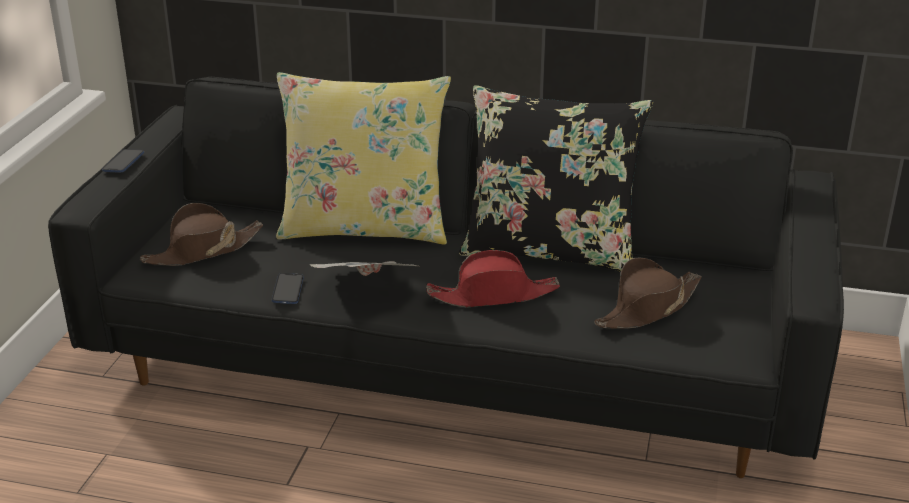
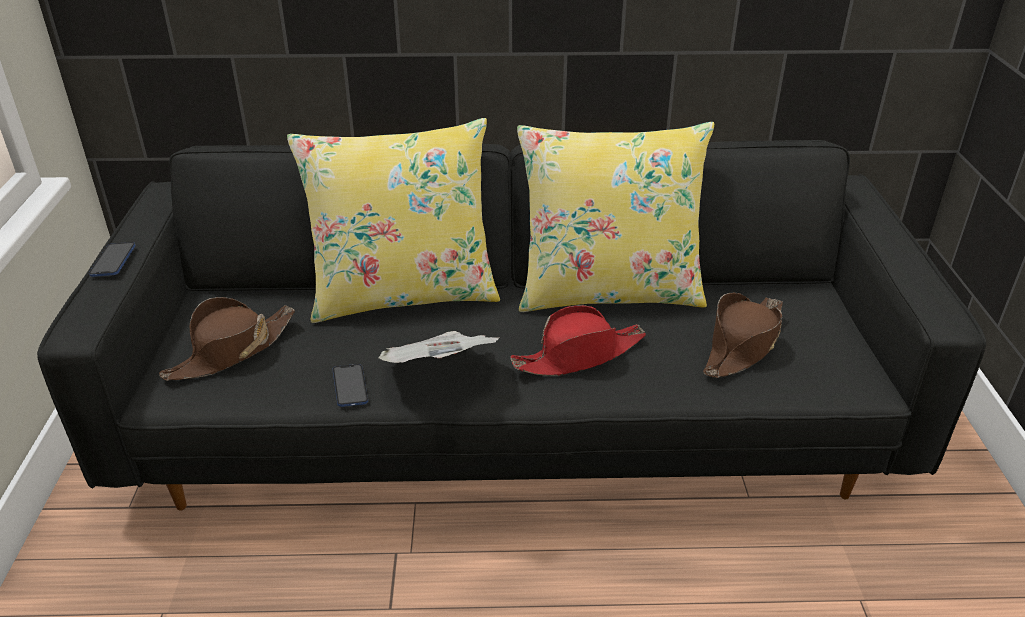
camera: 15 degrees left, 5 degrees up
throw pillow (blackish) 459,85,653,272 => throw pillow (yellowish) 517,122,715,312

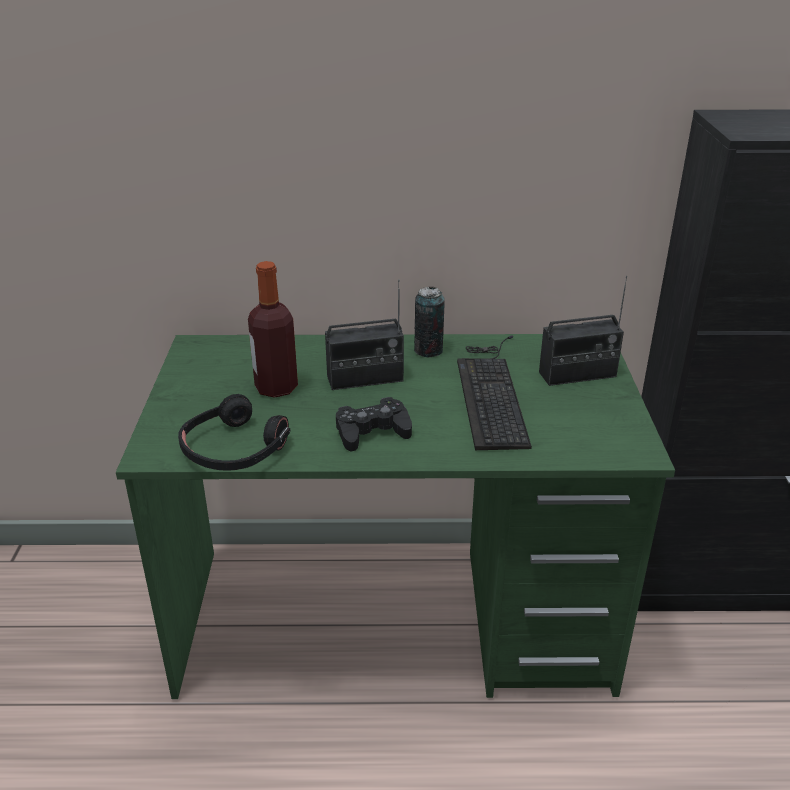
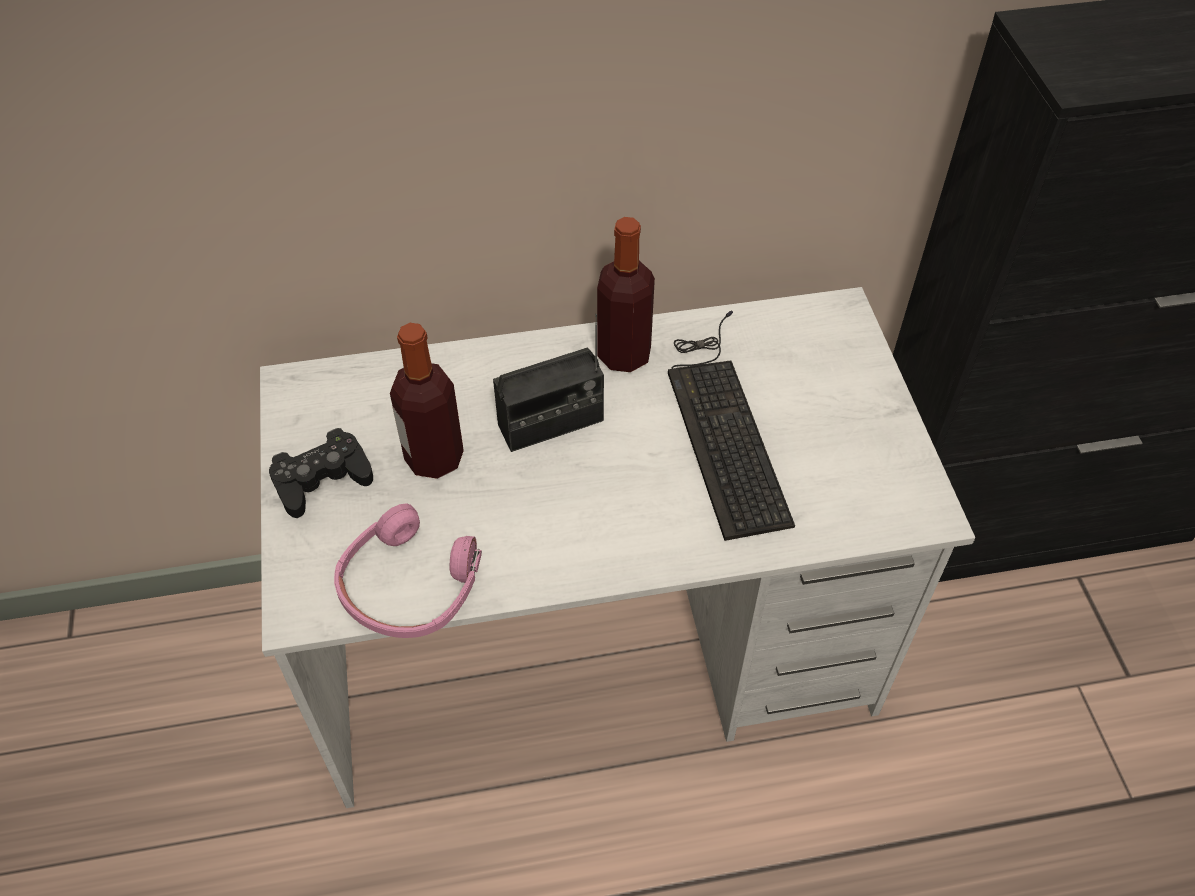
camera: 10 degrees left, 20 degrees up
desk table (green-coloured) 116,334,675,699 => desk table (whitish) 260,287,975,808
headphones (blackish) 178,394,290,471 => headphones (pinkish) 334,503,482,638
game controller (blackish) 336,397,412,452 => game controller (blackish) 269,428,373,518, shifted
metal can 414,287,445,357 => beverage bottle 597,217,655,372
radio 539,276,627,386 => nothing

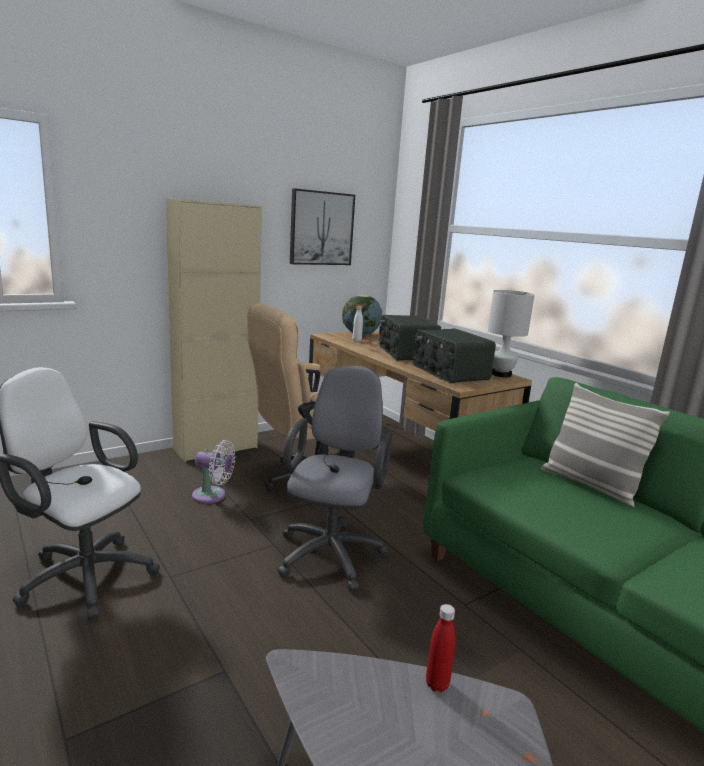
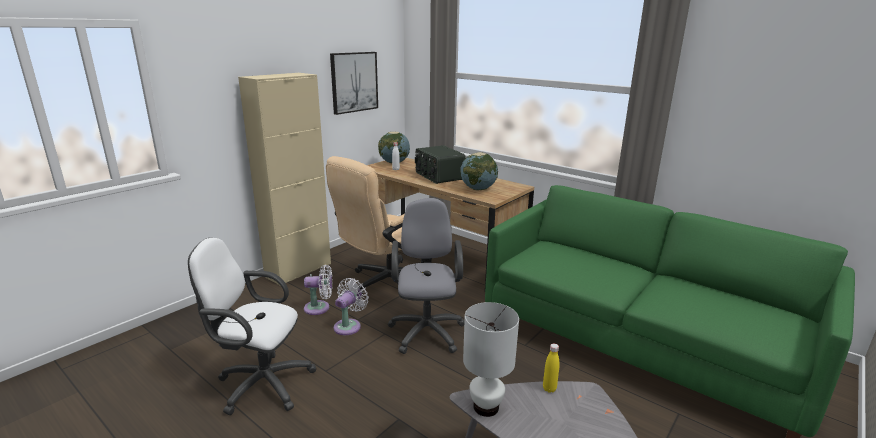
camera: 15 degrees left, 5 degrees up
radio 413,329,496,383 => desk globe 460,152,498,190
beverage bottle (reddish) 426,604,455,692 => beverage bottle (yellowish) 543,344,560,393
tabletop lamp (whitish) 488,290,535,377 => tabletop lamp (whitish) 463,302,519,417, shifted
throw pillow 541,383,670,508 => nothing
nothing => electric fan (whitish) 334,278,369,335

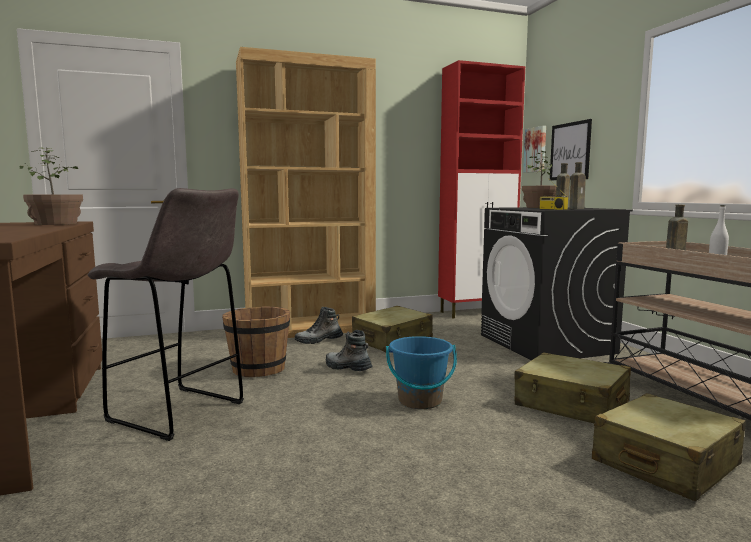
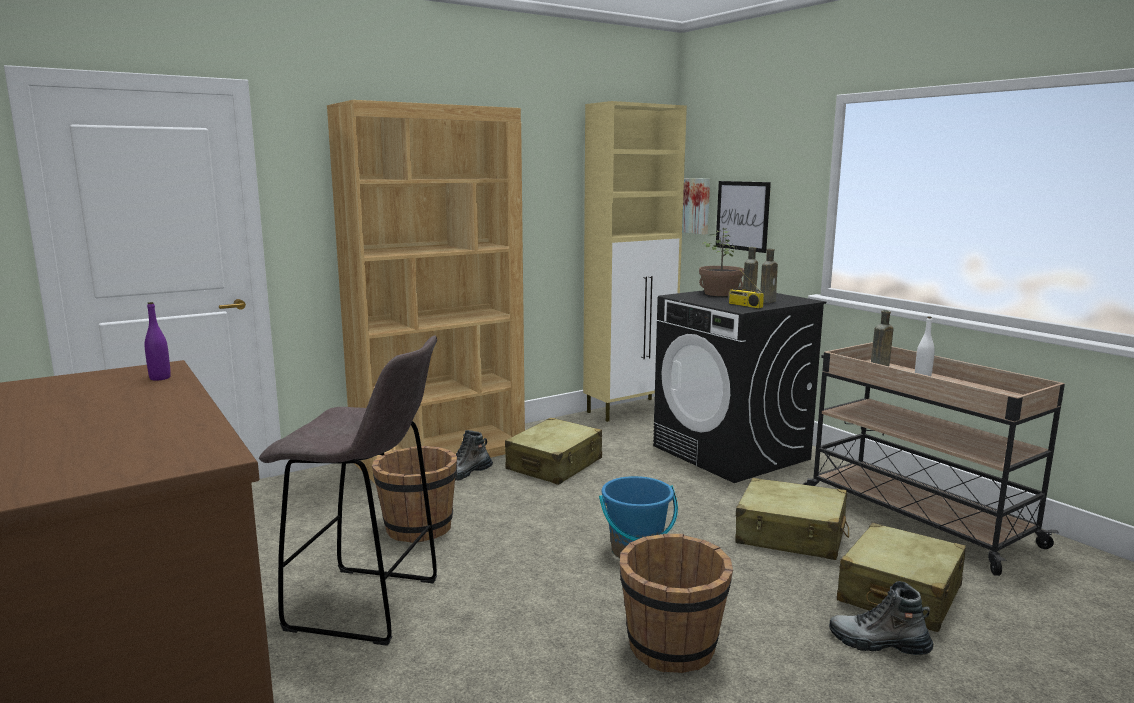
camera: 15 degrees left, 5 degrees up
potted plant 20,148,83,225 => beverage bottle (purple) 145,302,171,381
tall boot 326,330,372,371 => tall boot 829,581,933,655, shifted
cabinet (reddish) 438,60,525,318 => cabinet (sand-coloured) 583,101,687,422
nothing => pail (brownish) 620,534,733,673

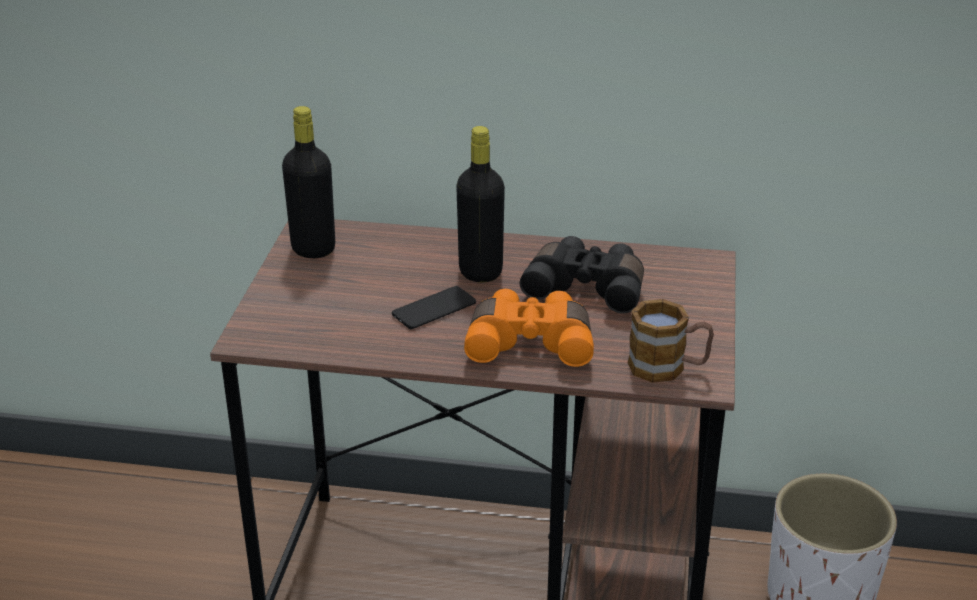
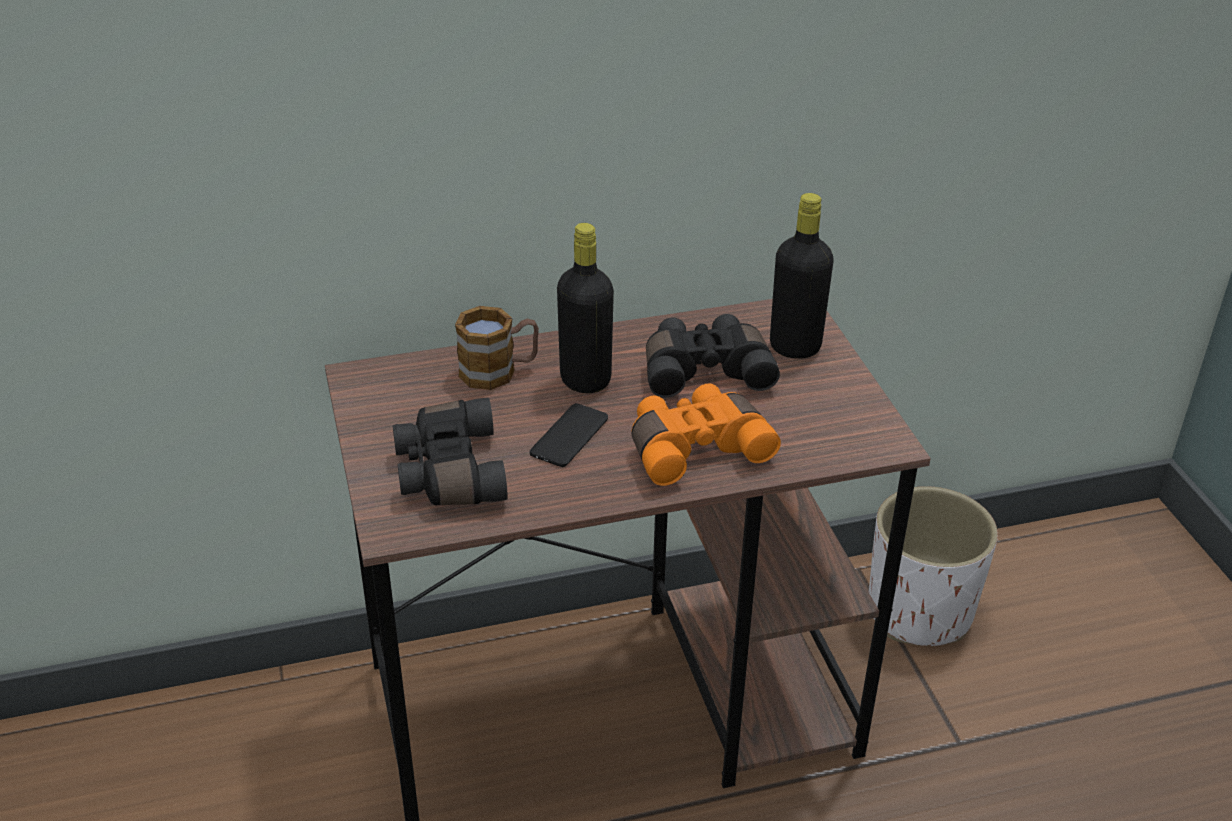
camera: 25 degrees left, 5 degrees up
beverage bottle (blackish) 282,106,335,258 => beverage bottle (blackish) 770,193,834,359, shifted
tea mug 628,299,714,383 => tea mug 455,306,539,390, shifted
nothing => pair of binoculars (blackish) 393,398,508,505

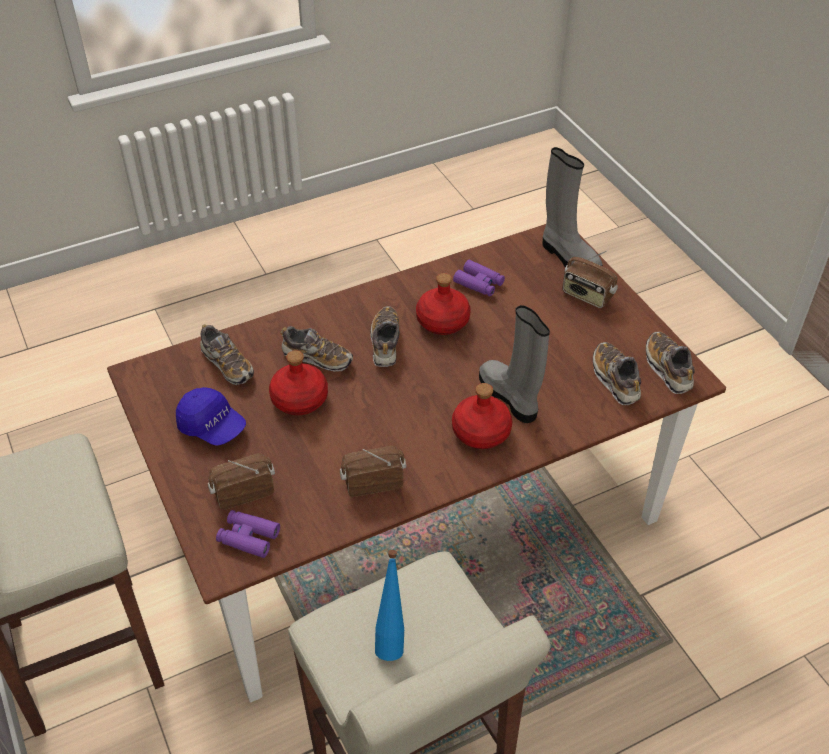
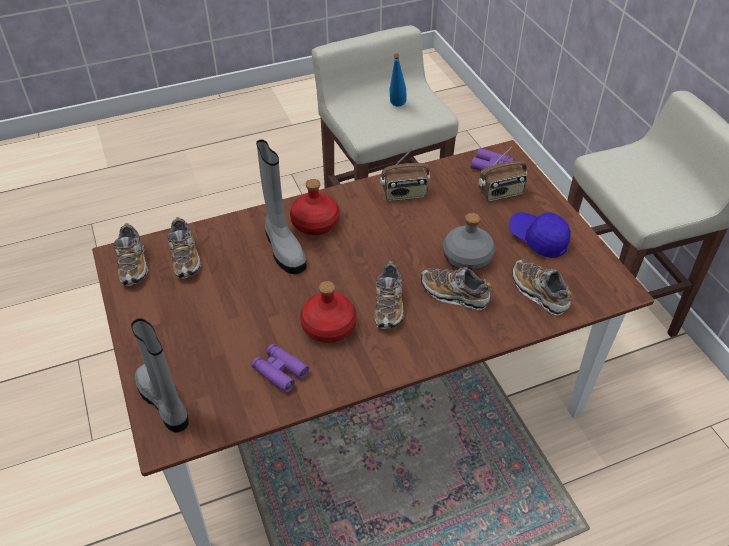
camera: 175 degrees left, 0 degrees up
beverage bottle (reddish) 269,350,328,415 => beverage bottle (greyish) 443,213,495,271
radio 563,250,618,308 => nothing

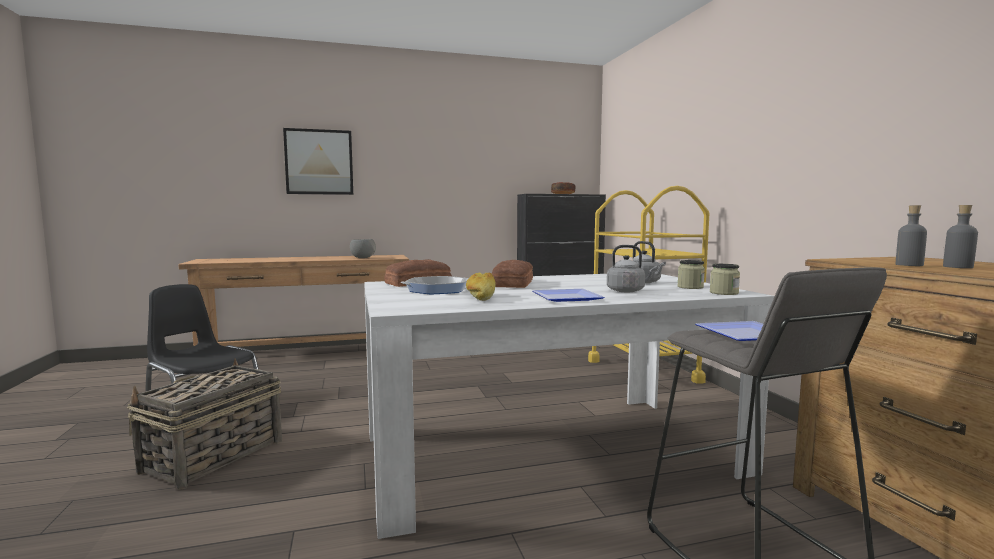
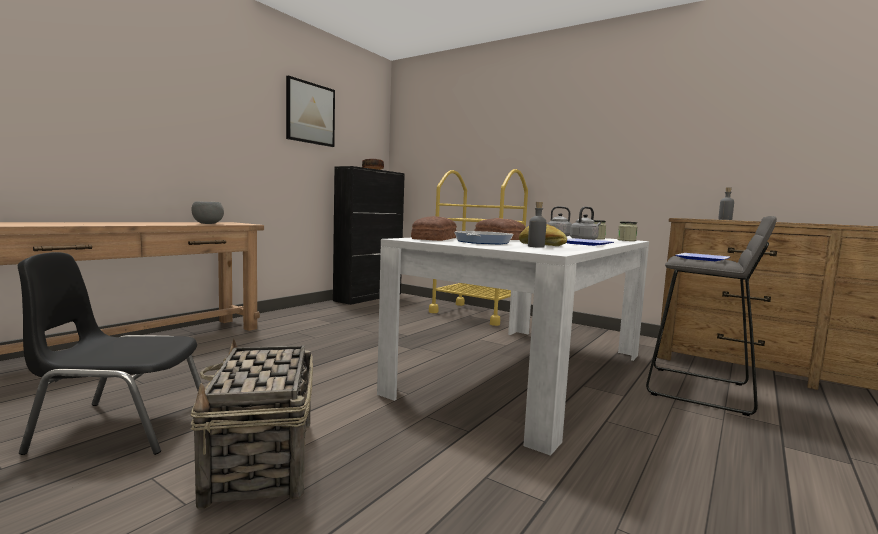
camera: 40 degrees left, 0 degrees up
picture 283,128,353,195 => picture 286,75,335,147, shifted
beverage bottle (greyish) 943,205,978,268 => beverage bottle (greyish) 528,202,547,248, shifted

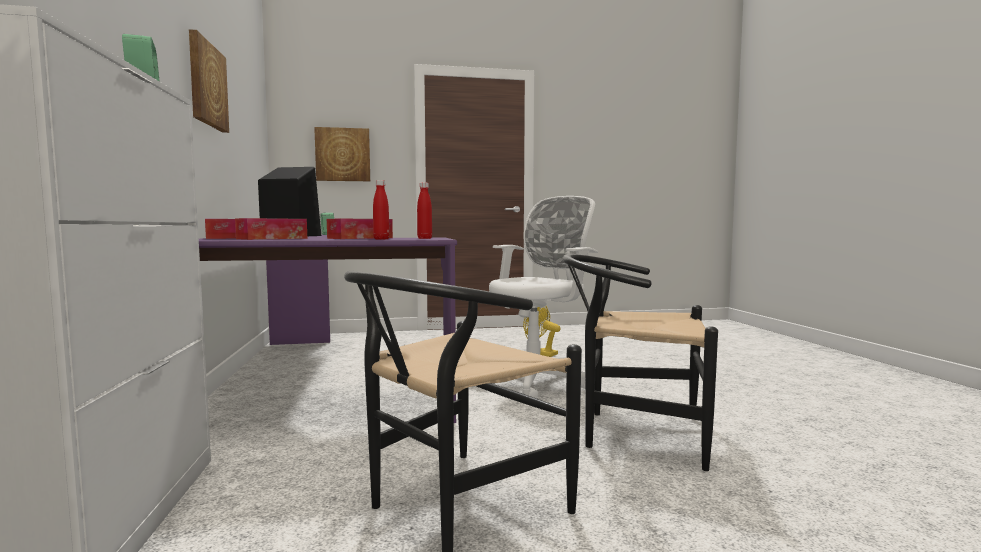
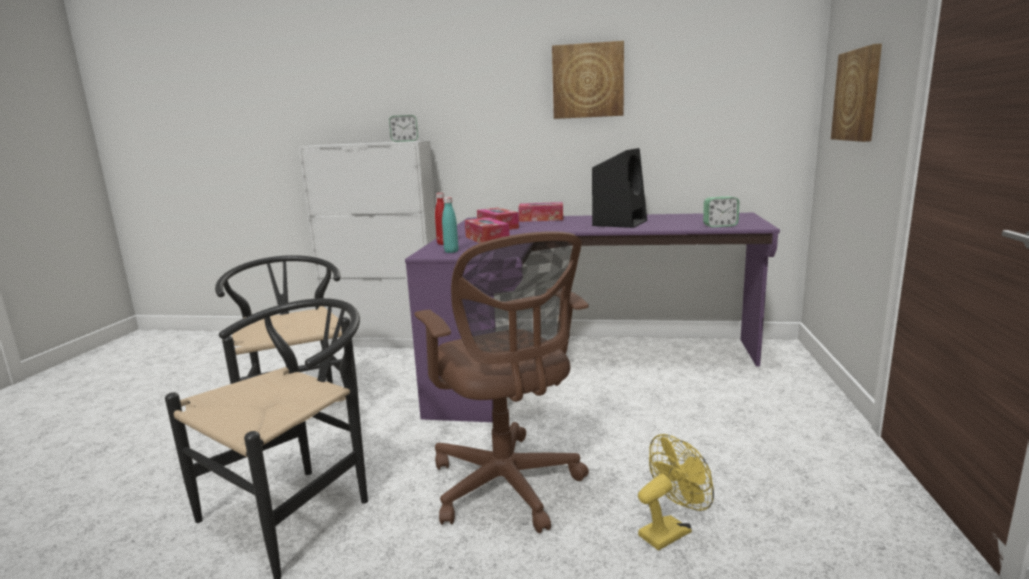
camera: 110 degrees right, 10 degrees up
beverage bottle (reddish) 417,182,432,239 => beverage bottle (turquoise) 442,197,458,253
office chair (whitish) 472,196,598,398 => office chair (brownish) 414,231,589,533

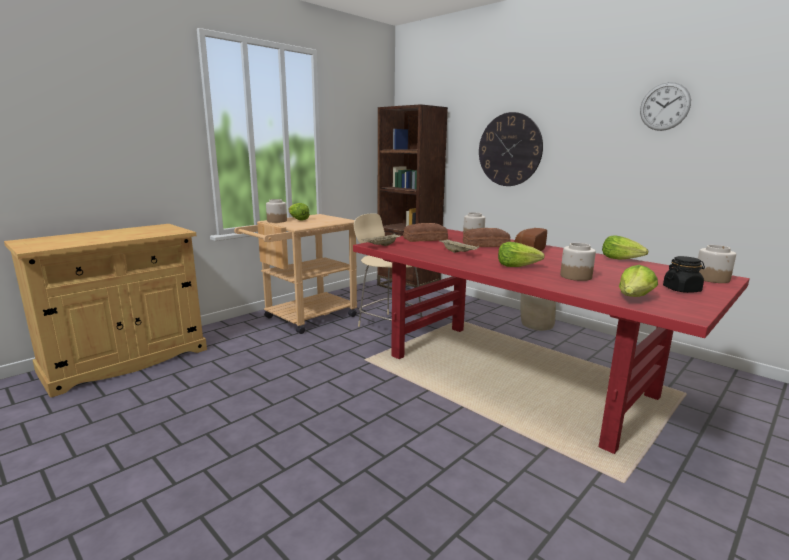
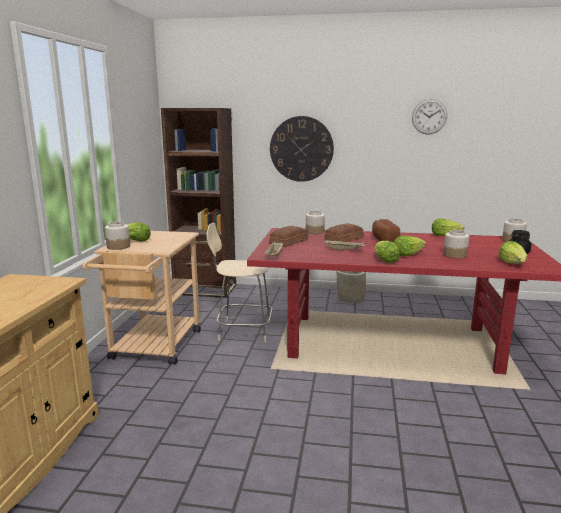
camera: 35 degrees left, 0 degrees up
nothing => lettuce 375,241,400,263

